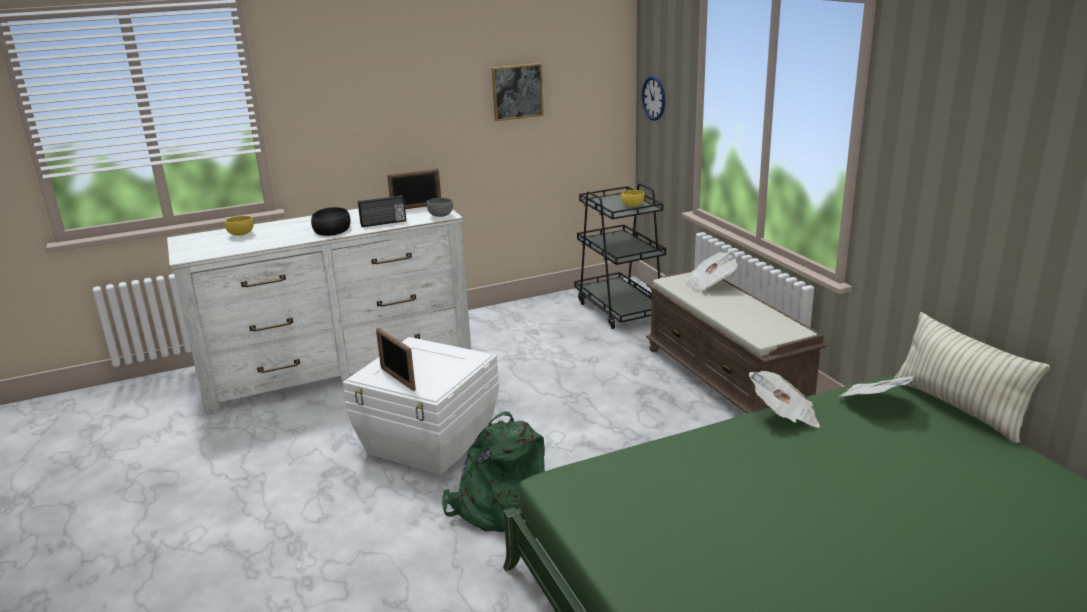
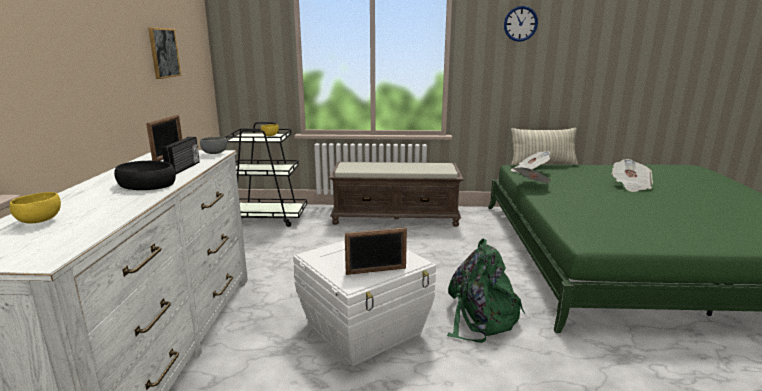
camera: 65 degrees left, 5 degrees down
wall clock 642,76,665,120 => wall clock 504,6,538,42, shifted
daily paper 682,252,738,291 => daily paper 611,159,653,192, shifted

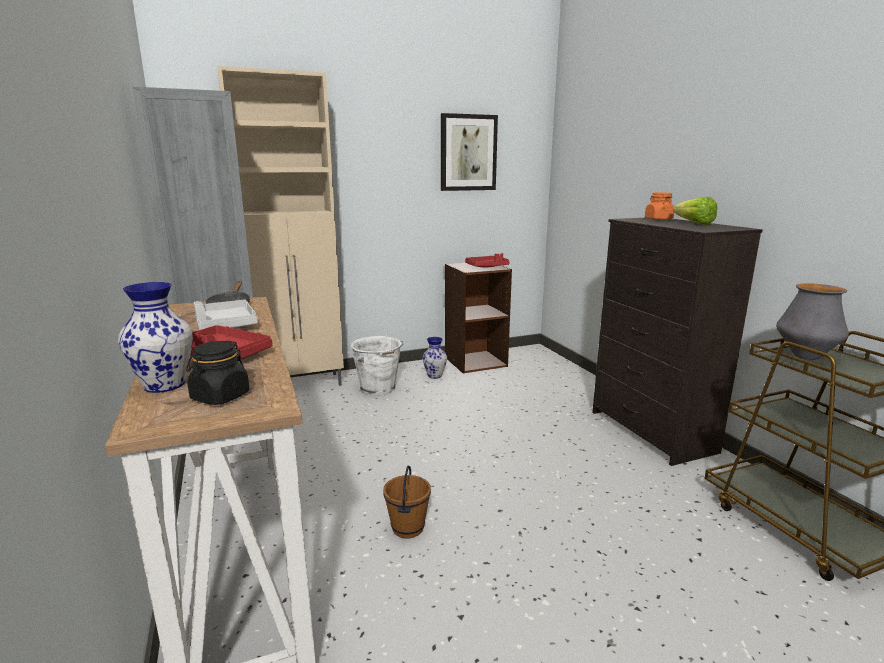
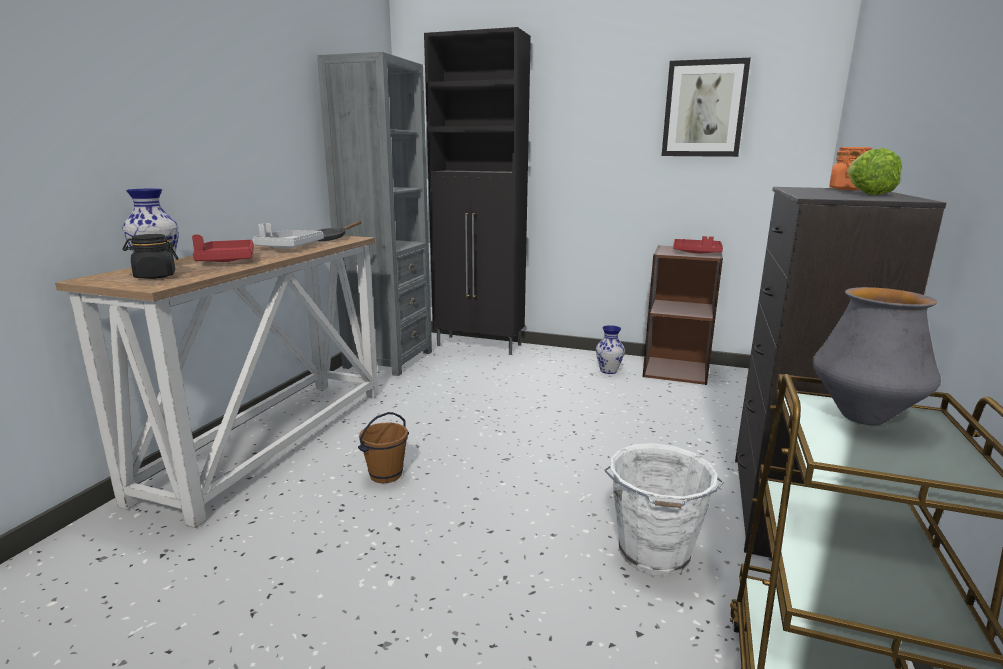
camera: 40 degrees right, 0 degrees up
cabinet (sand-coloured) 218,66,344,386 => cabinet (blackish) 424,27,531,355
pail (whitish) 351,336,404,396 => pail (whitish) 604,443,724,576, shifted

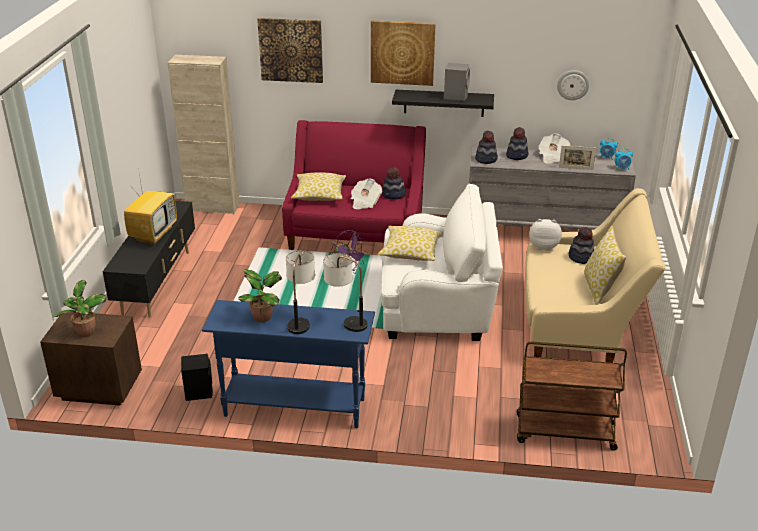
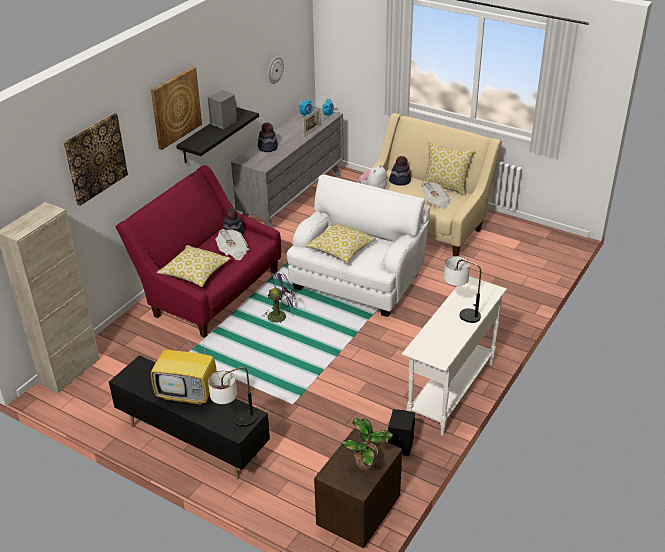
camera: 65 degrees left, 5 degrees up
TV 124,174,177,245 => TV 151,334,217,405, 150 degrees clockwise
narrow table (blue-coloured) 202,300,375,428 => narrow table (whitish) 402,276,507,436
potted plant 238,270,282,322 => nothing
tabletop lamp 323,253,368,332 => tabletop lamp 208,367,257,427, shifted
clothing hat 475,130,498,164 => nothing
trolley (brownish) 517,341,627,451 => nothing
daily paper 538,133,571,164 => daily paper 422,182,451,209, shifted

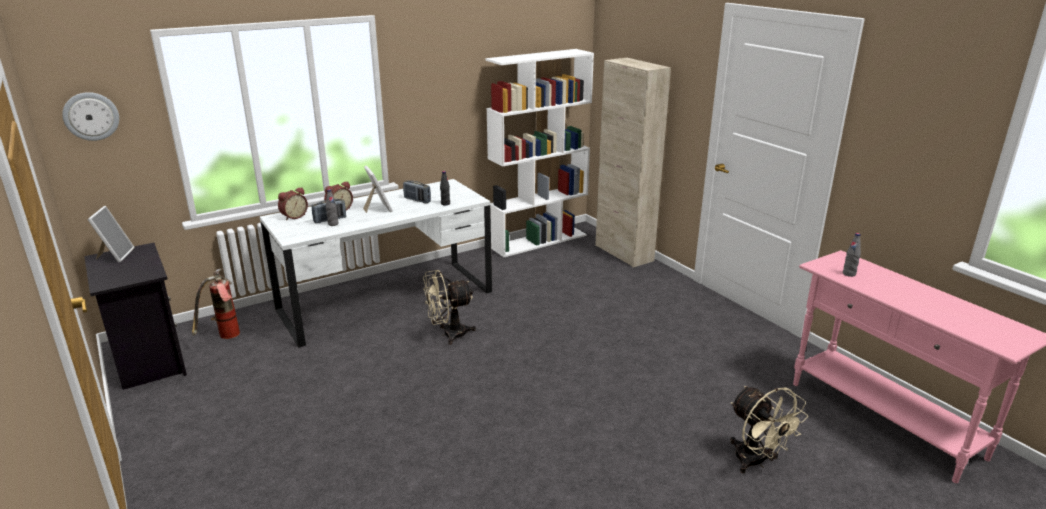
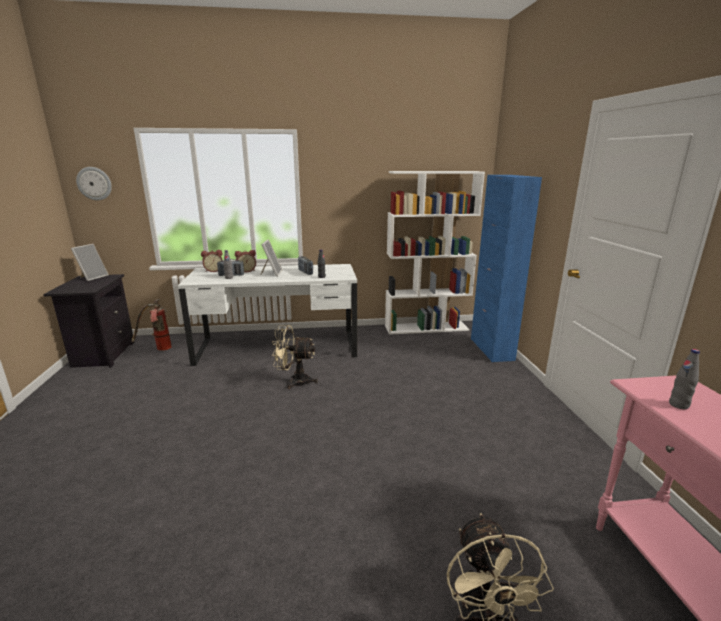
camera: 25 degrees right, 5 degrees down
cabinet (sand-coloured) 595,58,671,267 => cabinet (blue-coloured) 471,175,542,362

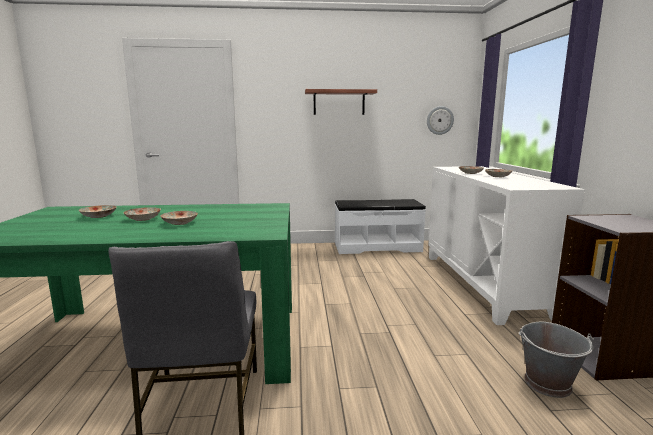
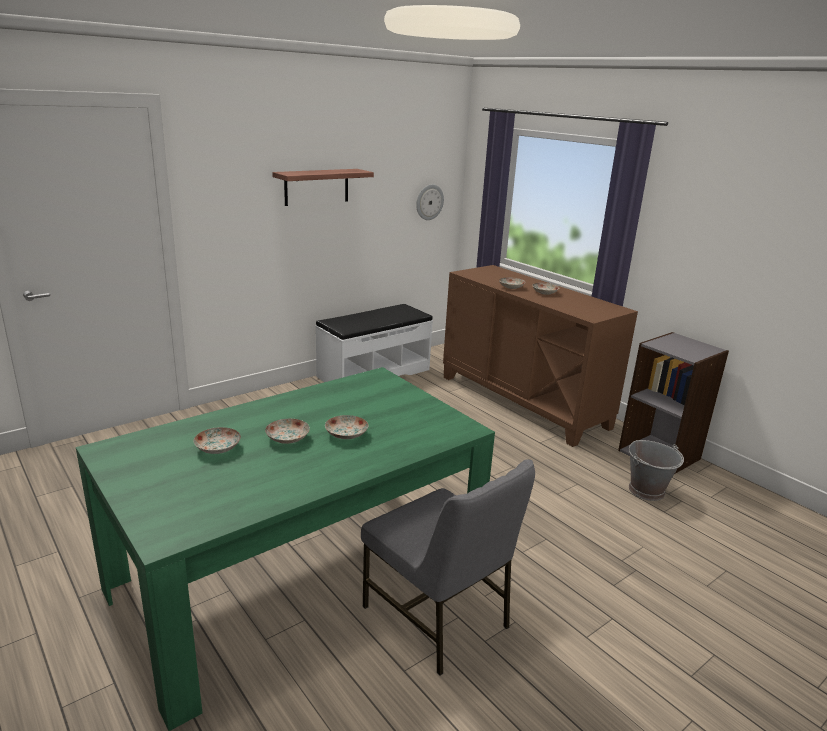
camera: 35 degrees left, 10 degrees up
cabinet (whitish) 428,166,585,325 => cabinet (brownish) 443,265,638,447

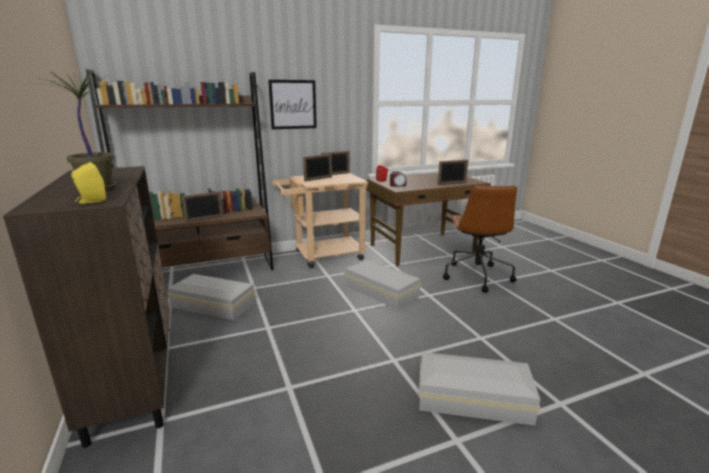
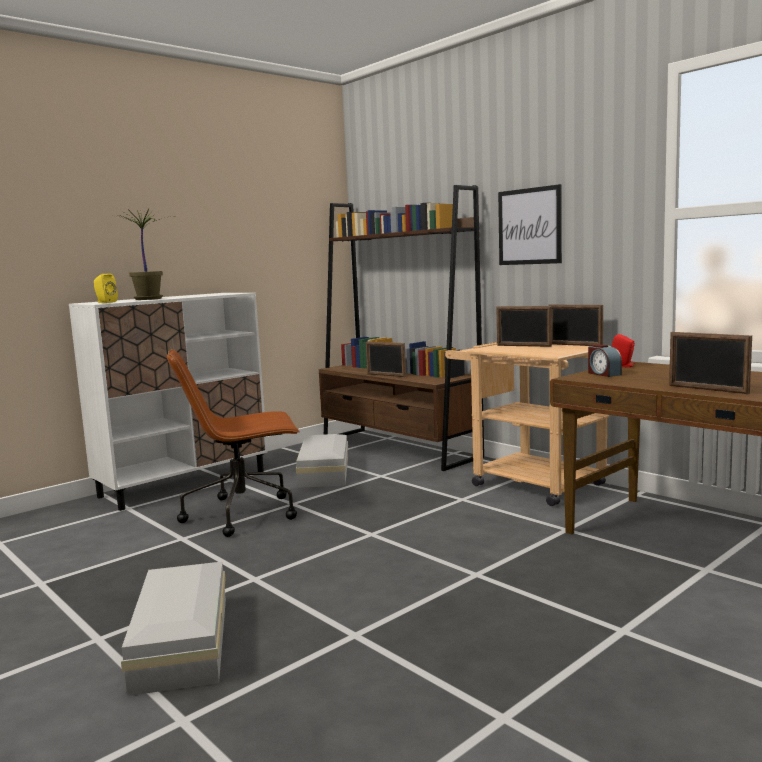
camera: 70 degrees right, 10 degrees down
cabinet (brownish) 3,166,170,448 => cabinet (whitish) 69,293,268,511
storage container (whitish) 344,259,421,309 => nothing
office chair (brownish) 443,185,517,293 => office chair (brownish) 167,349,300,537, shifted

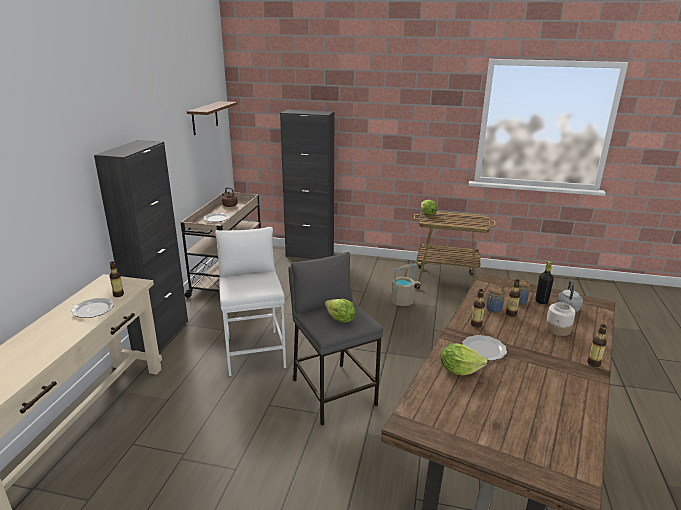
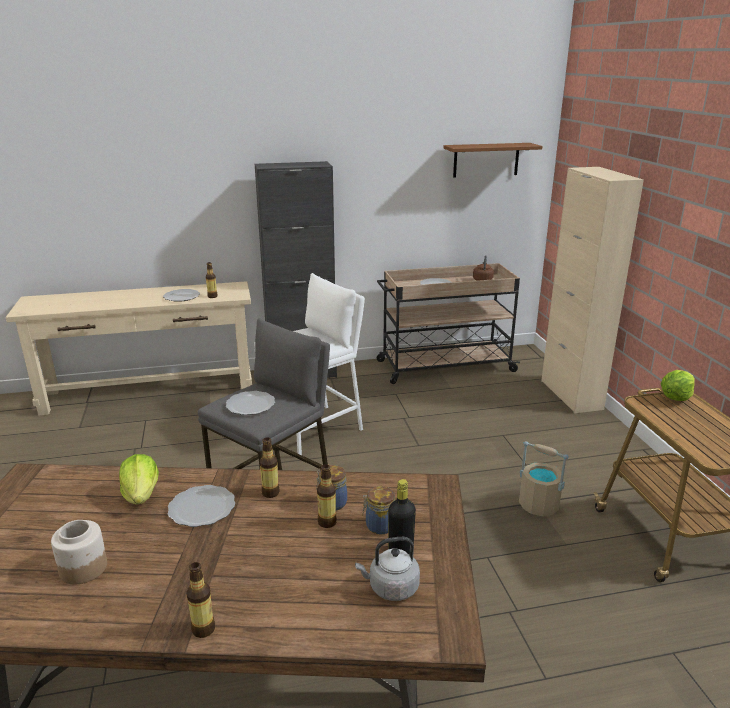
camera: 65 degrees right, 0 degrees up
cabinet (blackish) 280,109,334,259 => cabinet (sand-coloured) 541,167,644,413
lettuce 325,299,356,323 => plate 226,391,275,415
storage jar 545,302,576,336 => storage jar 51,520,107,584, shifted

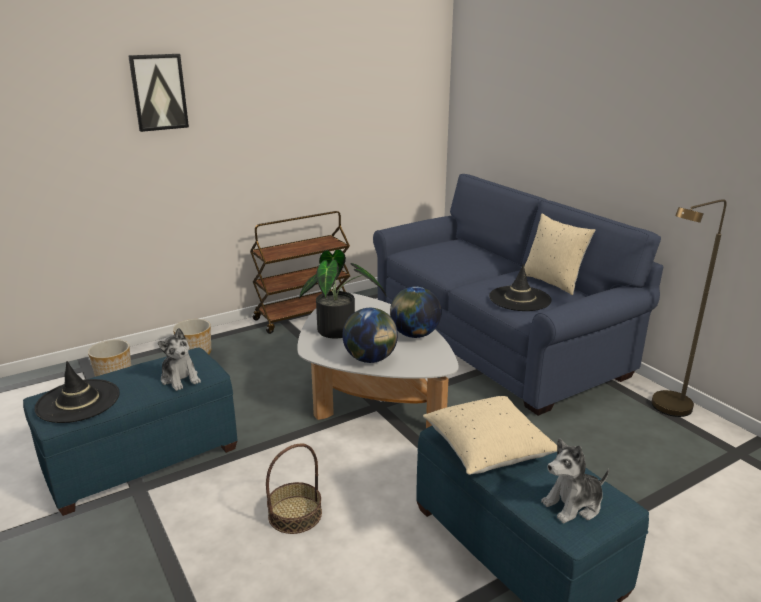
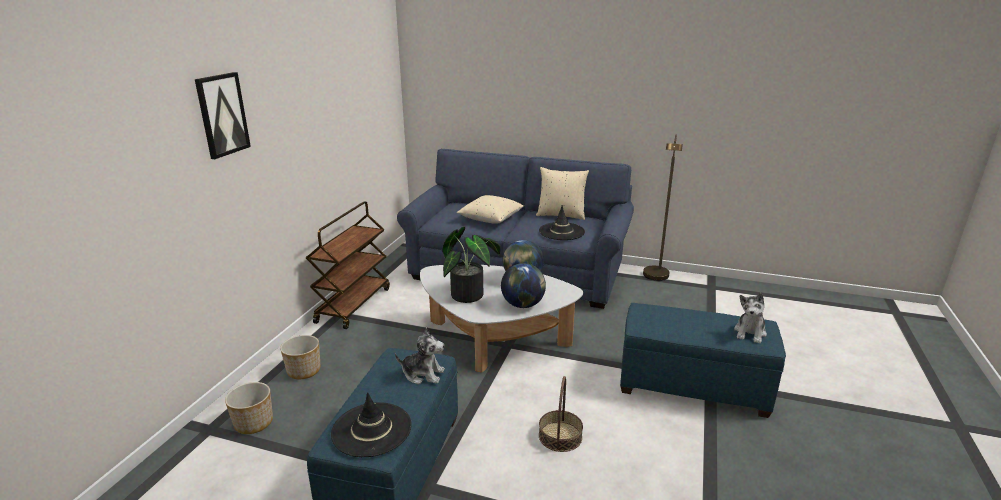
camera: 40 degrees left, 0 degrees up
throw pillow (sand-coloured) 423,396,558,475 => throw pillow (sand-coloured) 457,195,524,224, shifted

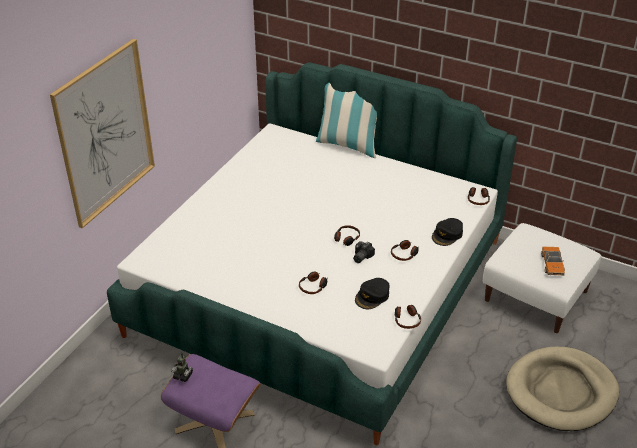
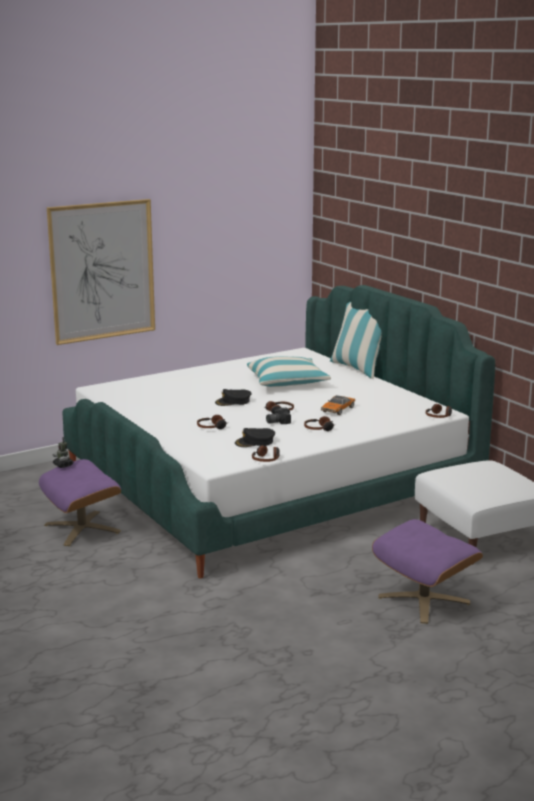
camera: 30 degrees right, 20 degrees down
baseball cap (blackish) 432,218,463,246 => baseball cap (blackish) 215,389,251,406, shifted
dog cushion (sand-coloured) 506,347,619,431 => footrest (purple) 372,519,483,624
miniature car 541,247,565,275 => miniature car 321,395,356,415, shifted
nothing => throw pillow 247,357,331,387

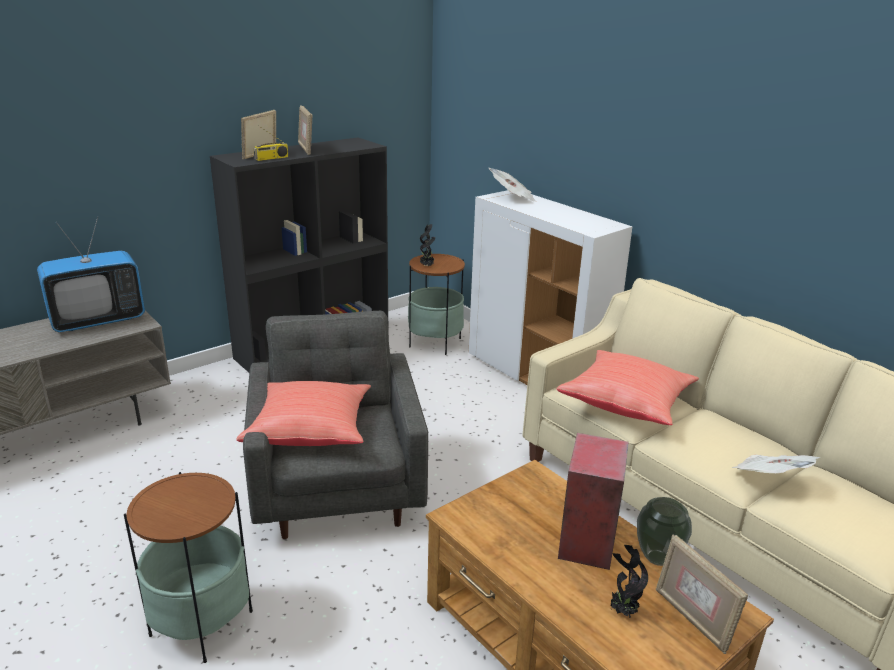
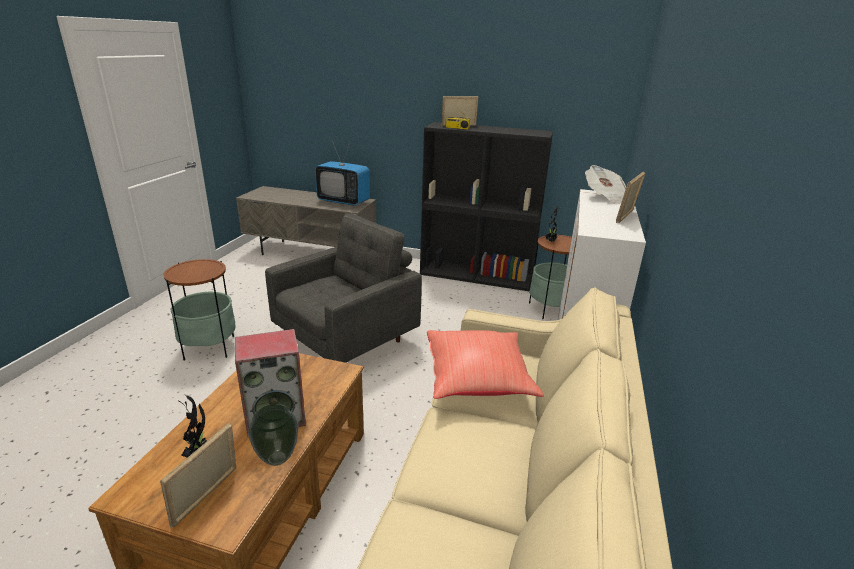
camera: 55 degrees right, 0 degrees up
throw pillow (reddish) 236,381,371,446 => nothing
standing frame 298,105,313,155 => standing frame 616,172,646,223, shifted
daily paper 732,455,820,473 => nothing

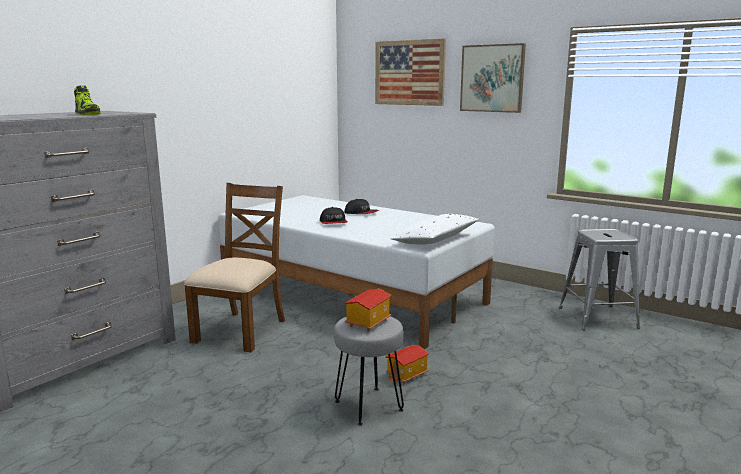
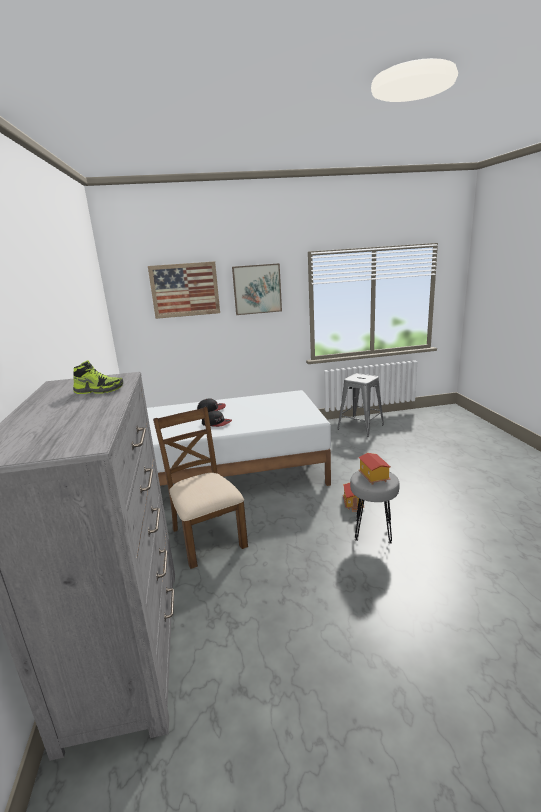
camera: 45 degrees left, 5 degrees up
throw pillow (whitish) 390,214,480,245 => nothing

